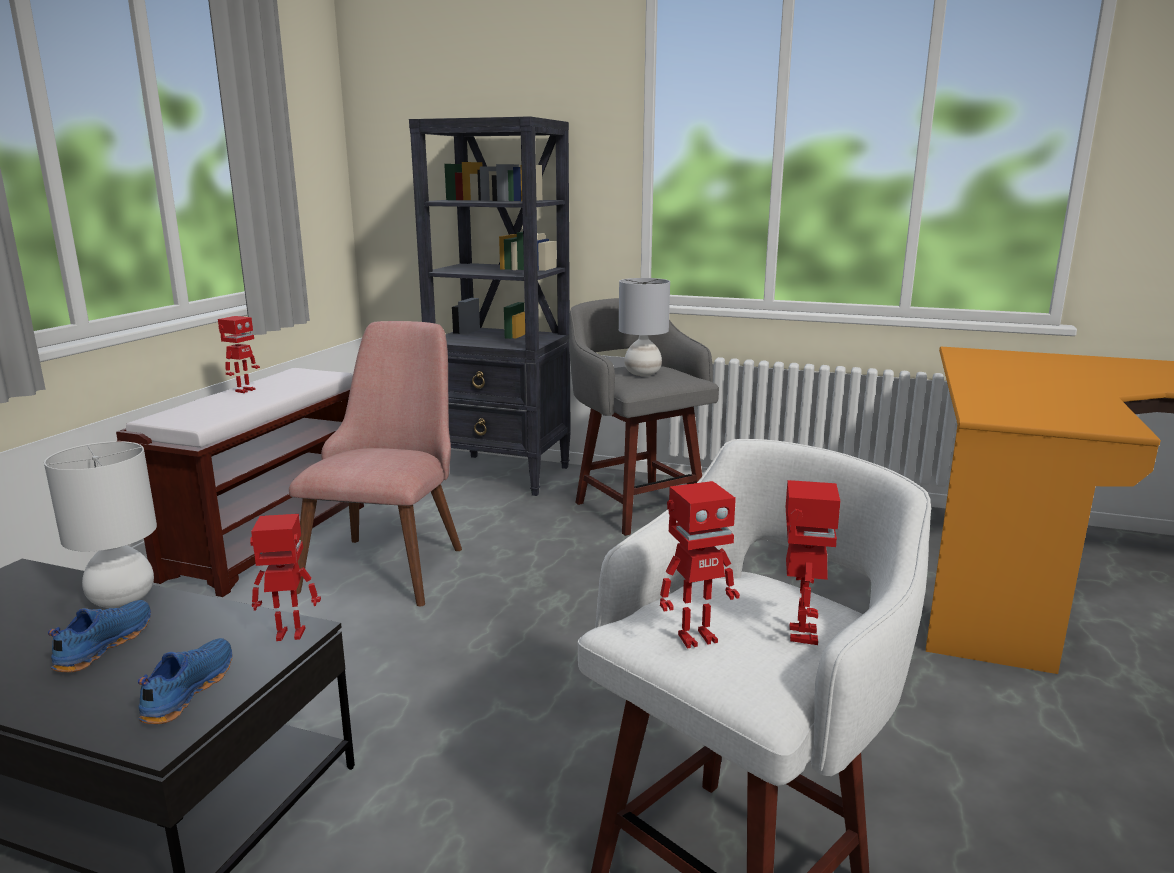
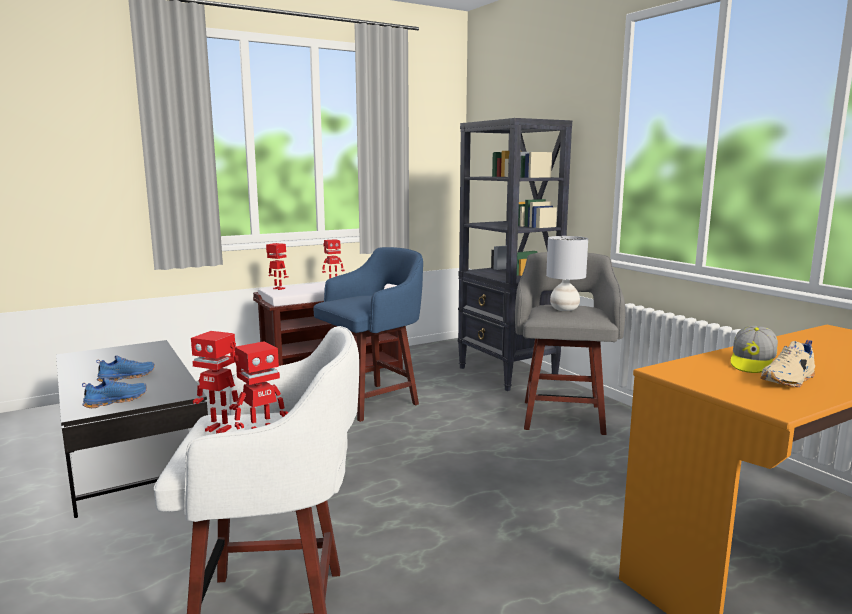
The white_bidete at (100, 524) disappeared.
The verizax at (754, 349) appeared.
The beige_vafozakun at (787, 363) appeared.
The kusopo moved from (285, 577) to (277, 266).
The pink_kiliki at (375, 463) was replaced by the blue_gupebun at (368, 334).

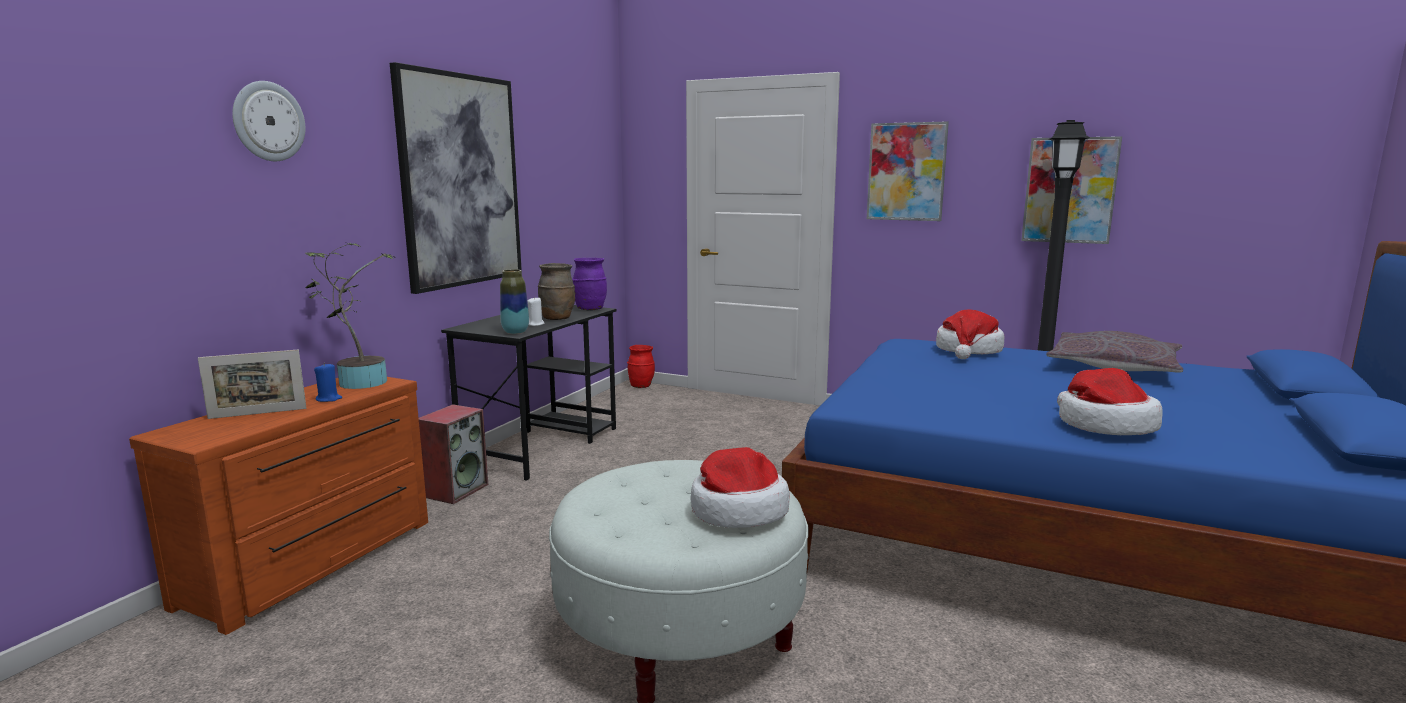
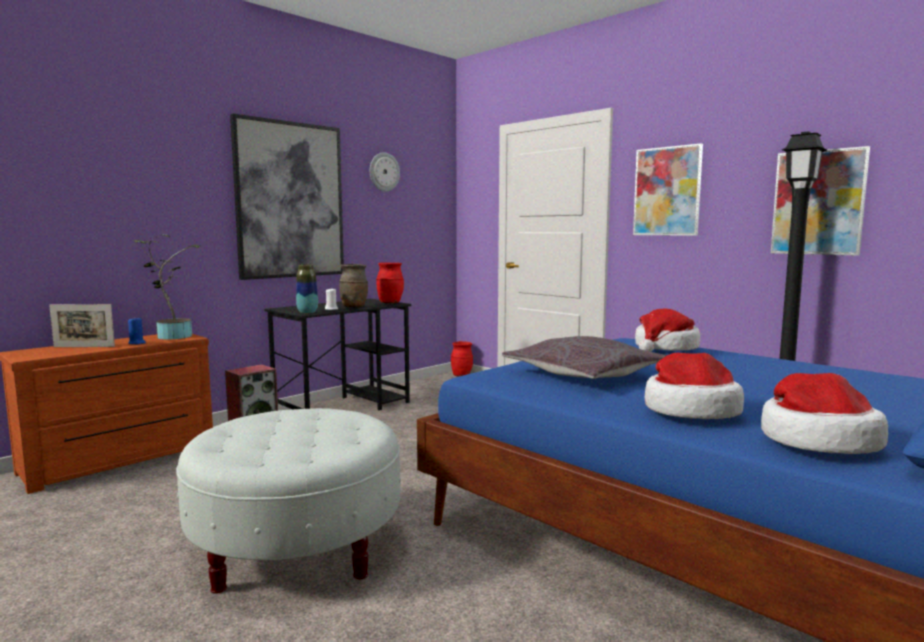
The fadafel moved from (269, 121) to (385, 172).
The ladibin moved from (740, 487) to (824, 413).
The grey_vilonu moved from (1114, 352) to (584, 357).
The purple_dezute at (589, 284) became the red_dezute at (390, 283).

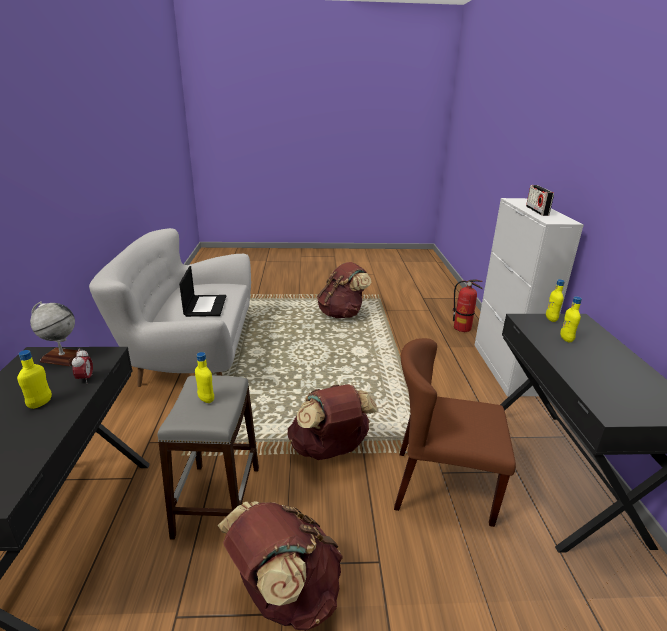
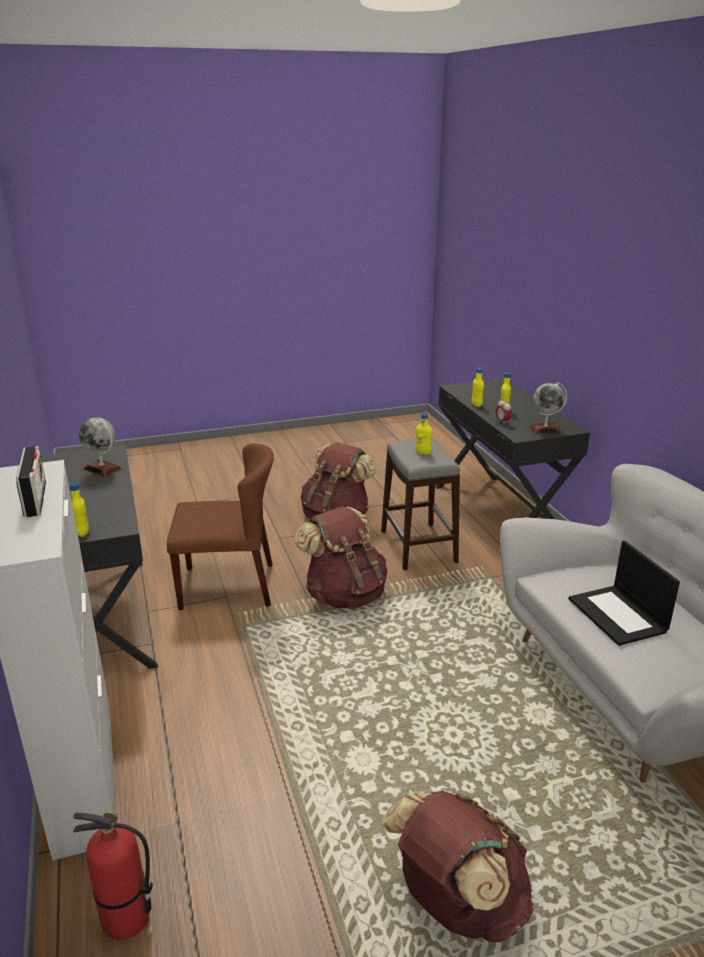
The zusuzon at (100, 447) appeared.
The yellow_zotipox moved from (571, 320) to (477, 387).

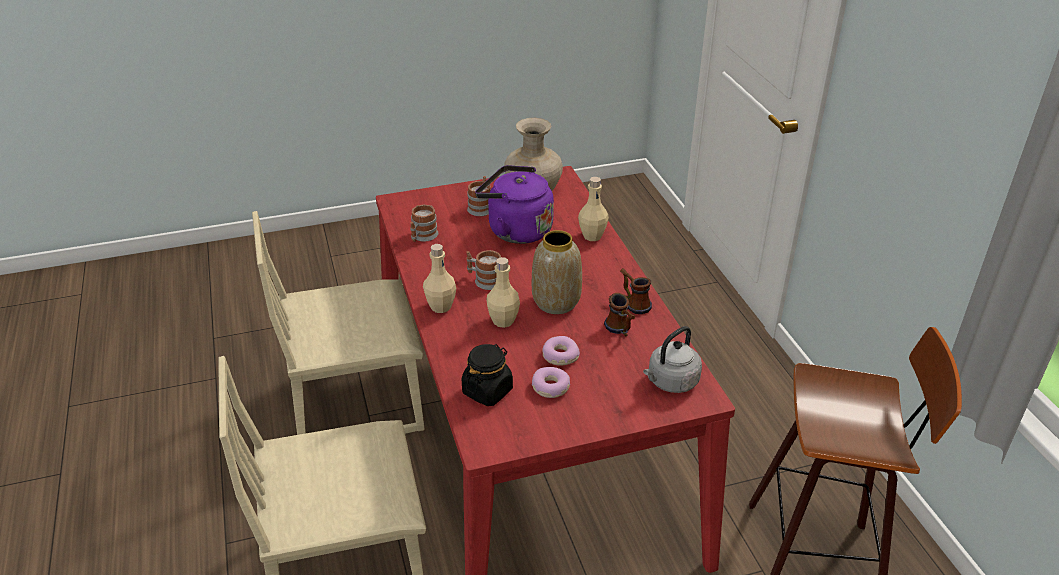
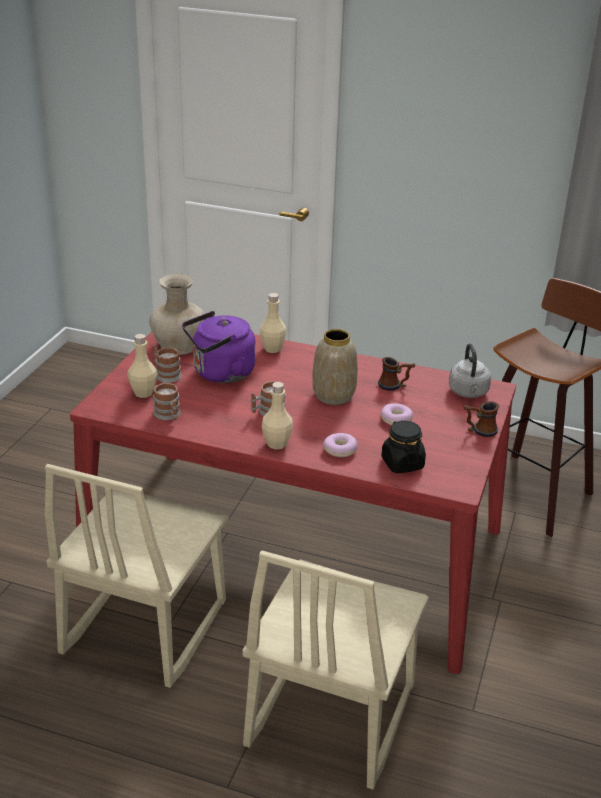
The beige_zotipox moved from (503, 292) to (142, 366).
The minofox moved from (551, 382) to (341, 445).
The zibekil moved from (636, 291) to (481, 419).

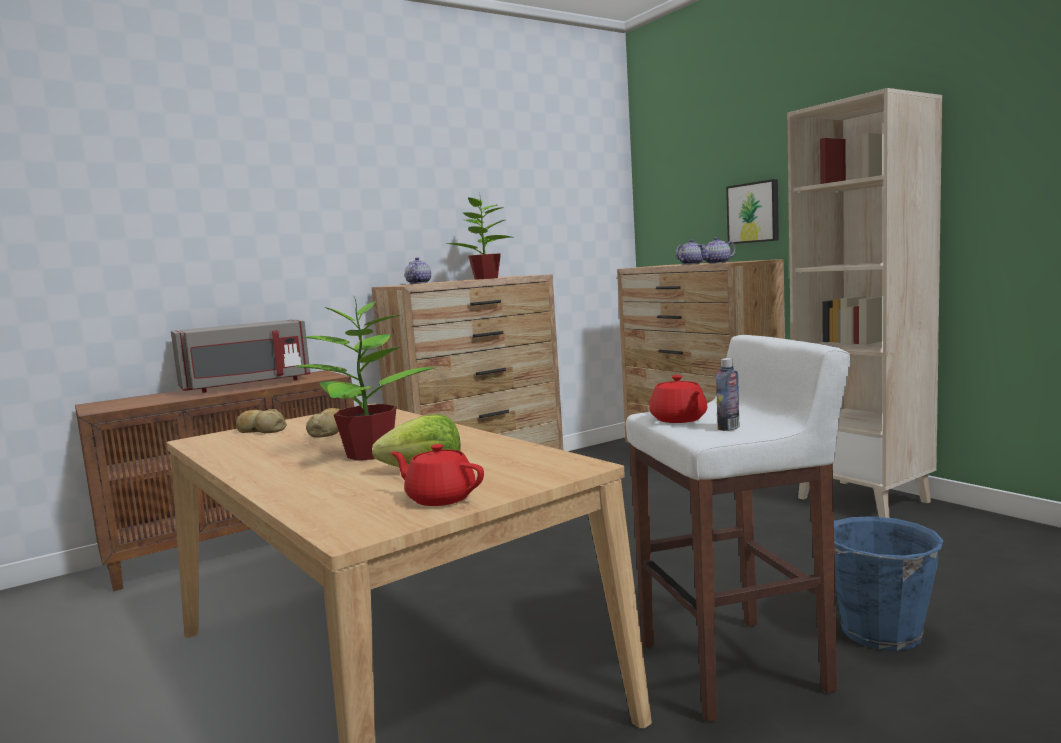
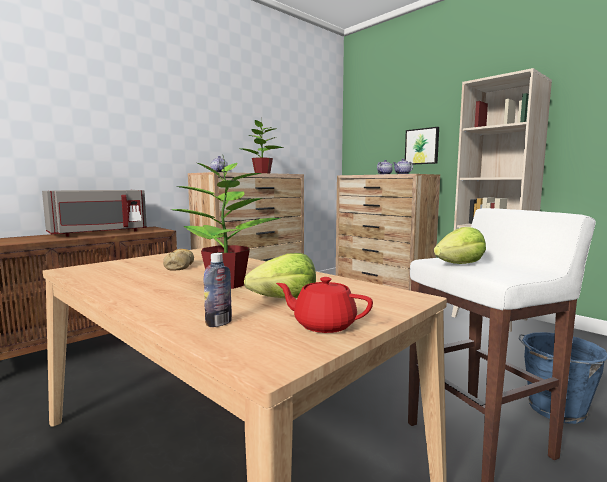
The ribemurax at (261, 421) disappeared.
The zotipox moved from (728, 394) to (218, 290).
The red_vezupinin at (678, 399) was replaced by the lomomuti at (460, 245).

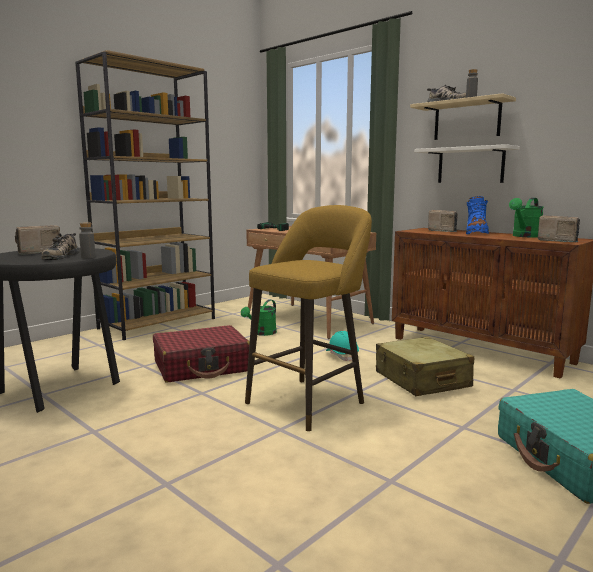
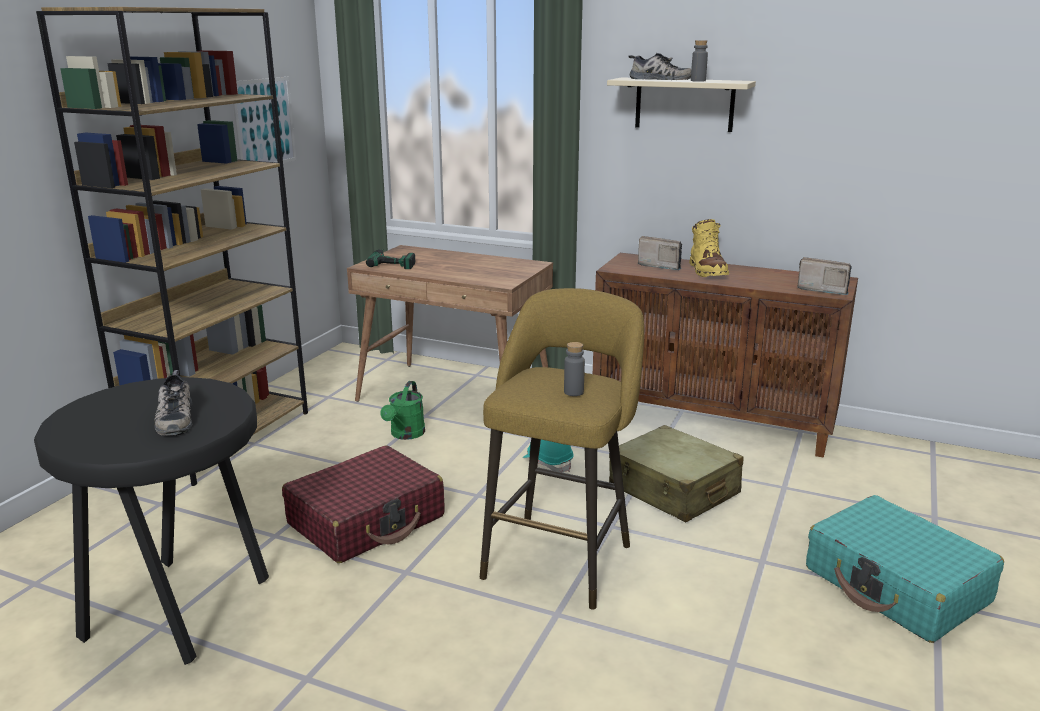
The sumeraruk at (37, 240) disappeared.
The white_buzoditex at (467, 163) disappeared.
The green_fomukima at (526, 217) disappeared.
The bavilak at (264, 120) appeared.
The grey_zotipox moved from (87, 240) to (574, 369).
The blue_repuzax at (477, 215) became the yellow_repuzax at (709, 248).

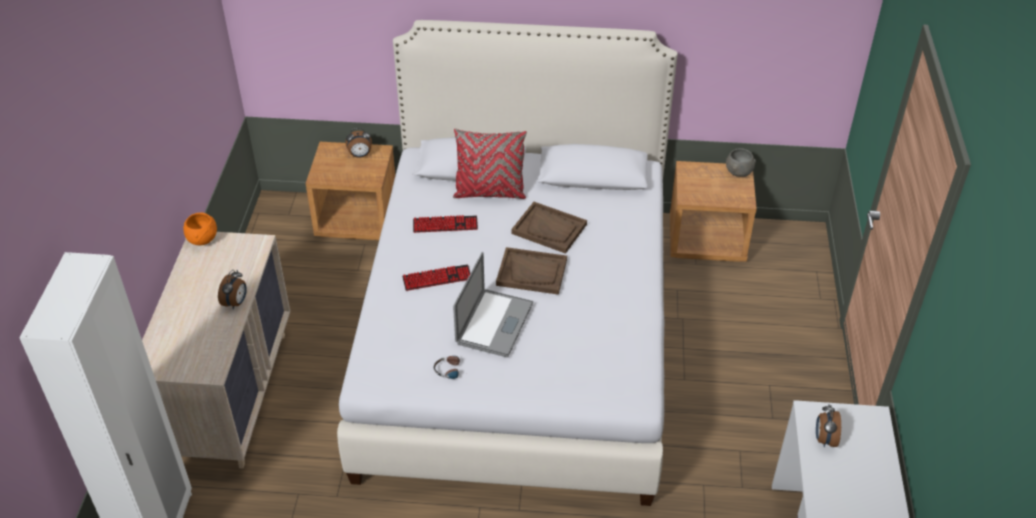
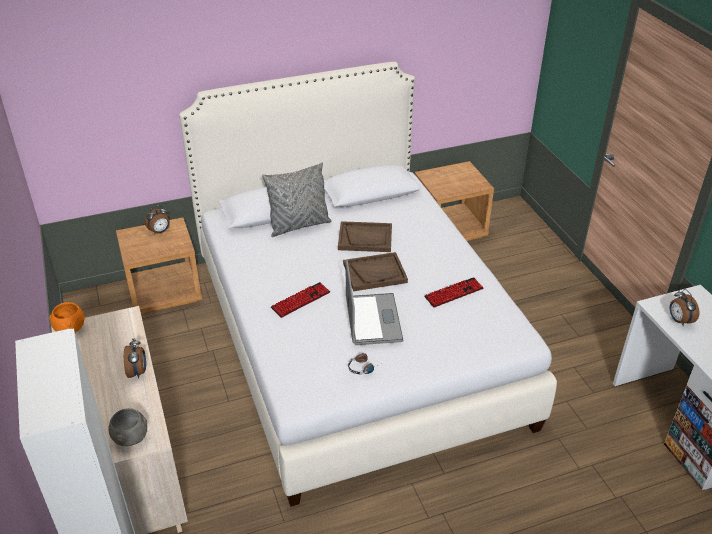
The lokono moved from (445, 224) to (453, 292).
The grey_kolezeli moved from (741, 162) to (127, 427).
The red_vilonu at (490, 163) became the grey_vilonu at (296, 200).

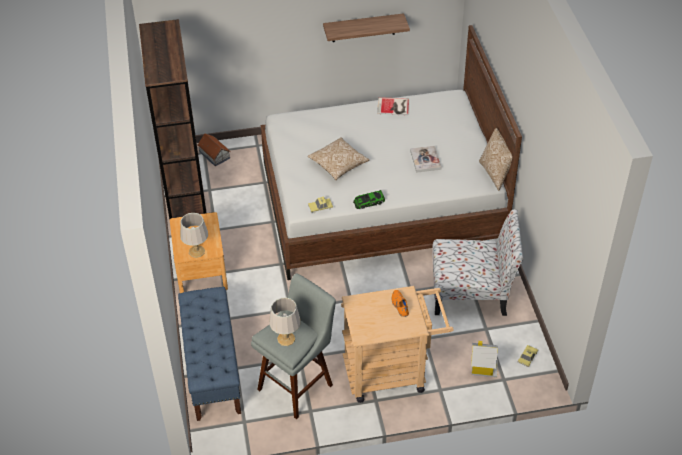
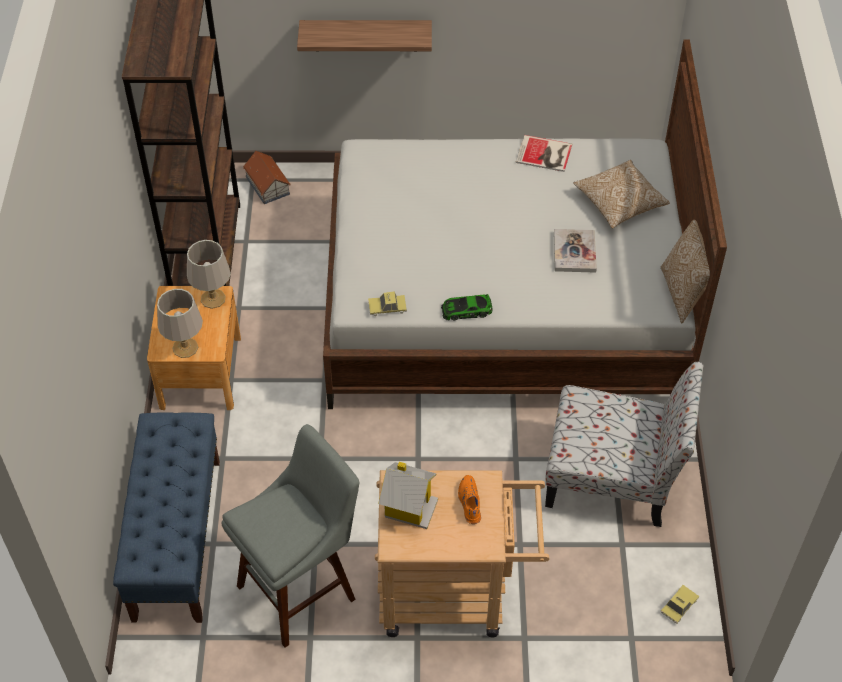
The grey_bidete moved from (285, 321) to (209, 274).
The vilonu moved from (338, 158) to (621, 194).
The buzoditex moved from (366, 27) to (364, 36).
The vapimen moved from (484, 359) to (408, 495).

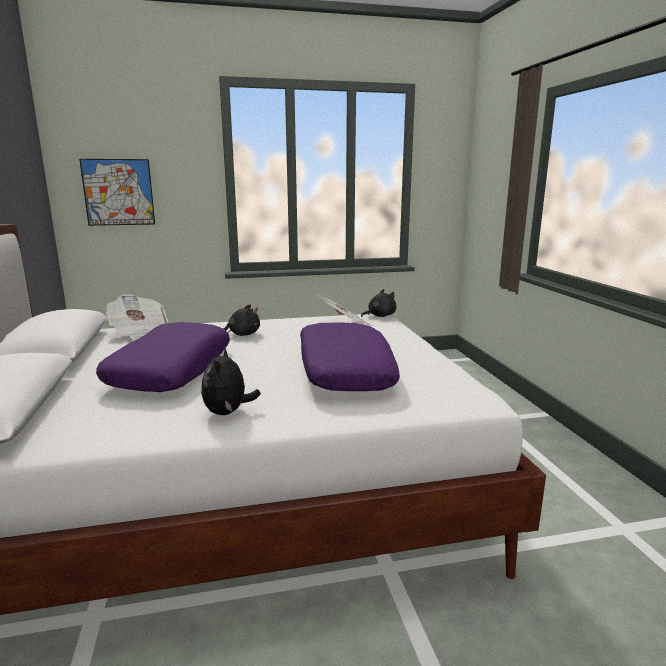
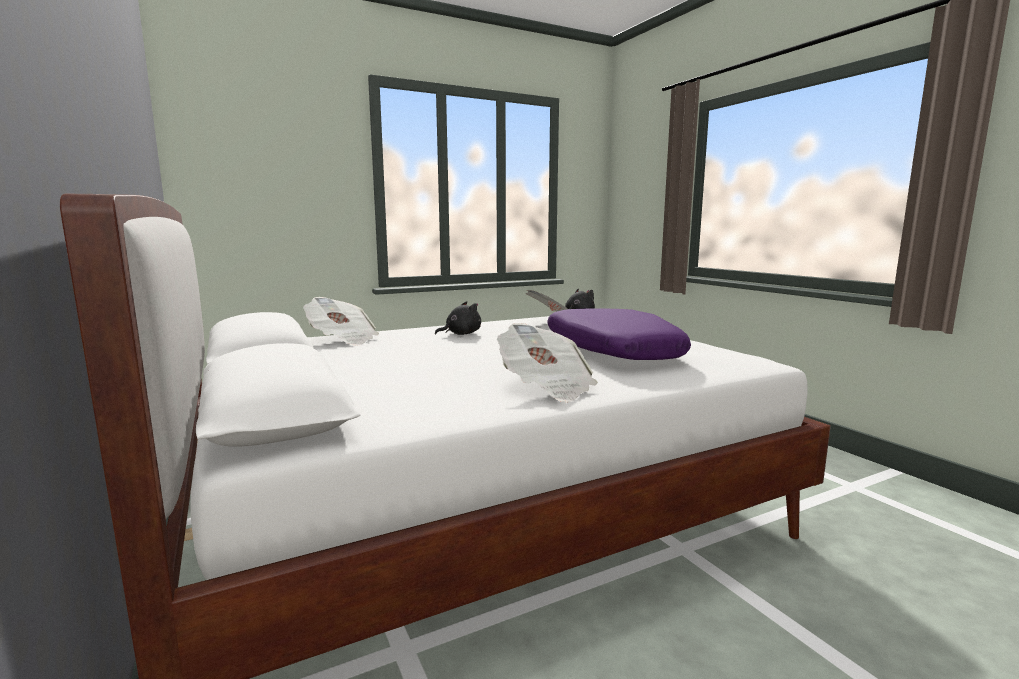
The bavilak at (117, 192) disappeared.
The purple_vilonu at (163, 357) disappeared.
The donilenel at (231, 381) was replaced by the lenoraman at (547, 363).

